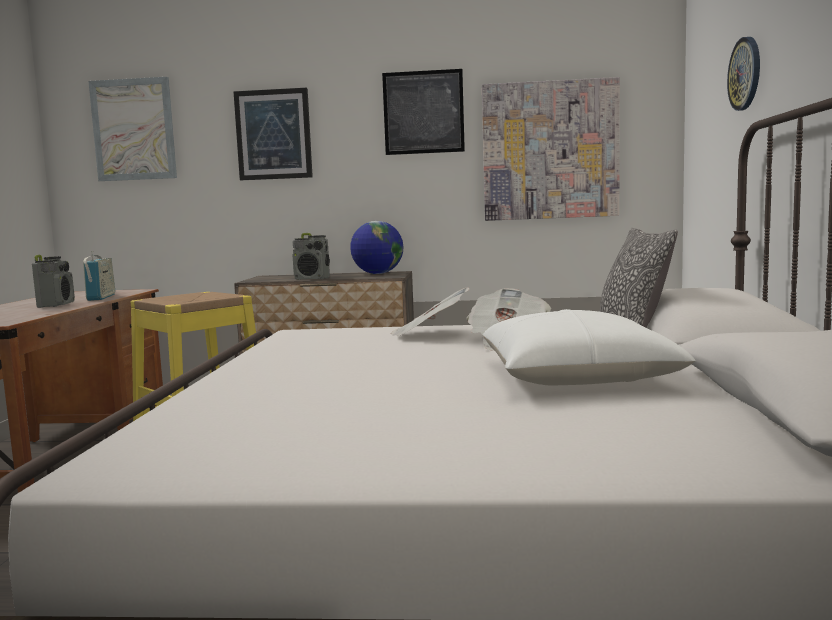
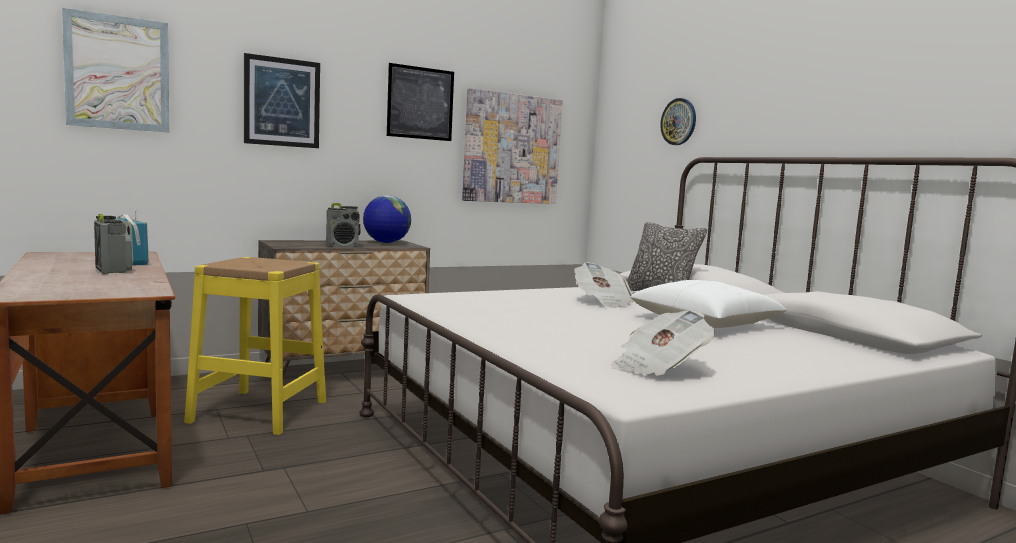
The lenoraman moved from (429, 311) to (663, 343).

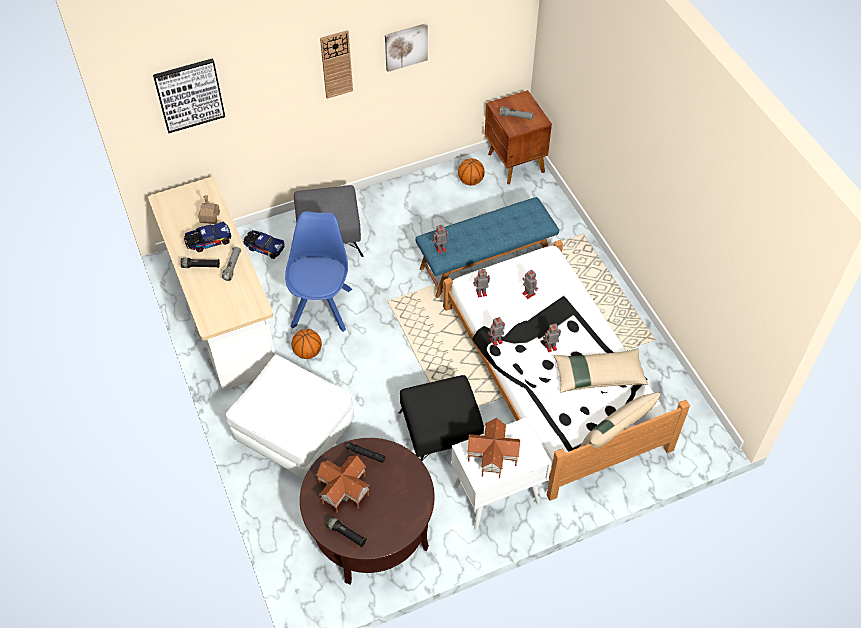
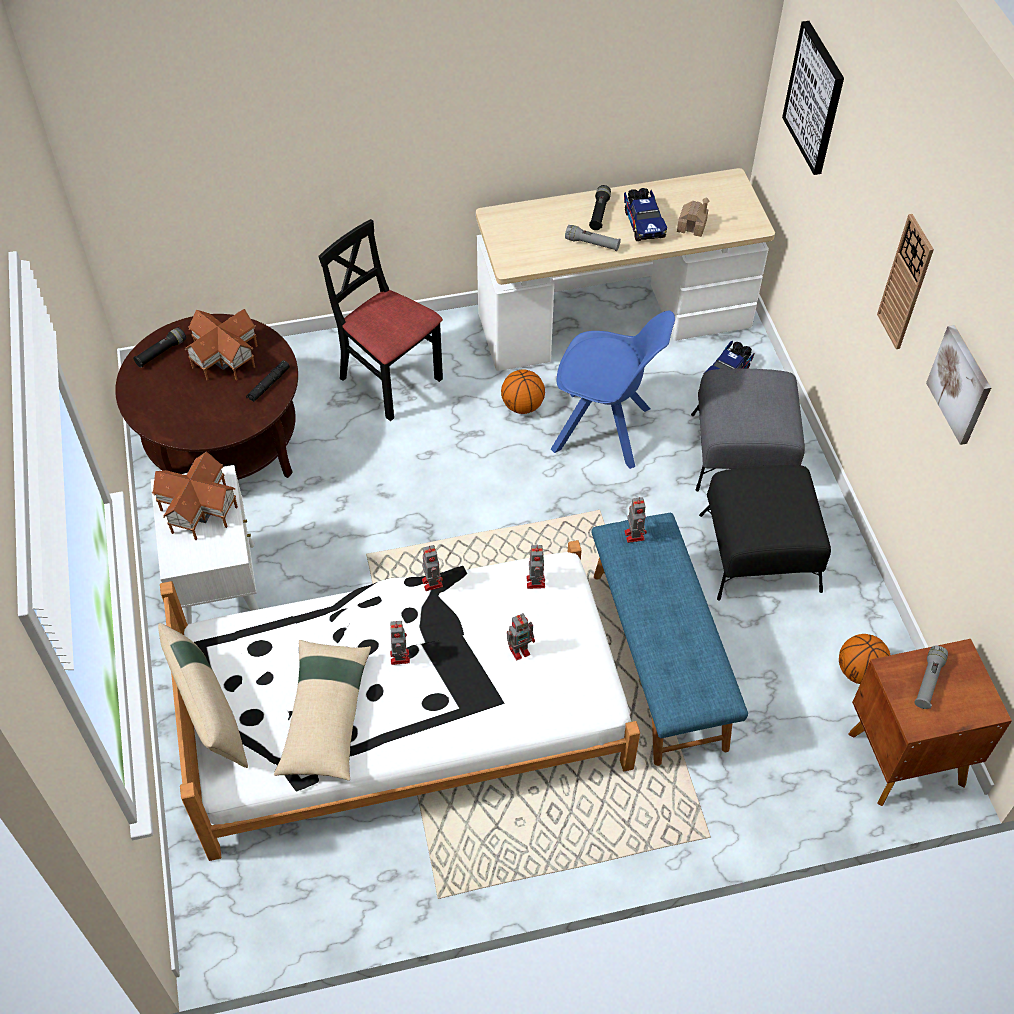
The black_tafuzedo moved from (441, 418) to (765, 533).
The white_tafuzedo at (290, 417) was replaced by the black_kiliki at (380, 320).

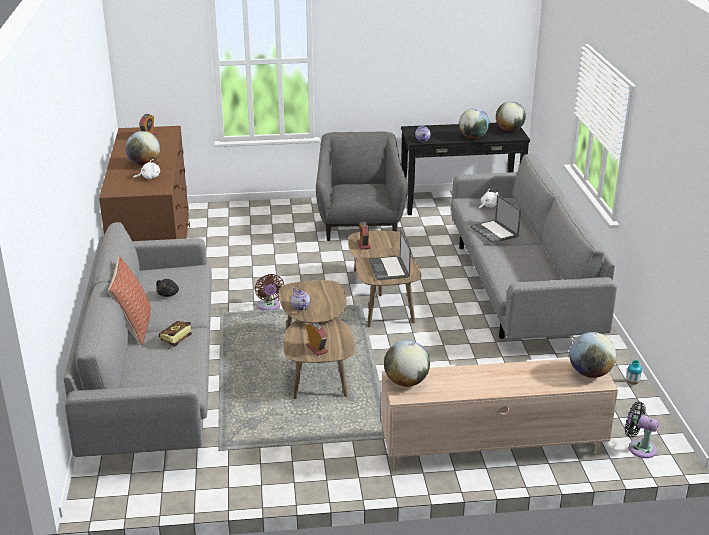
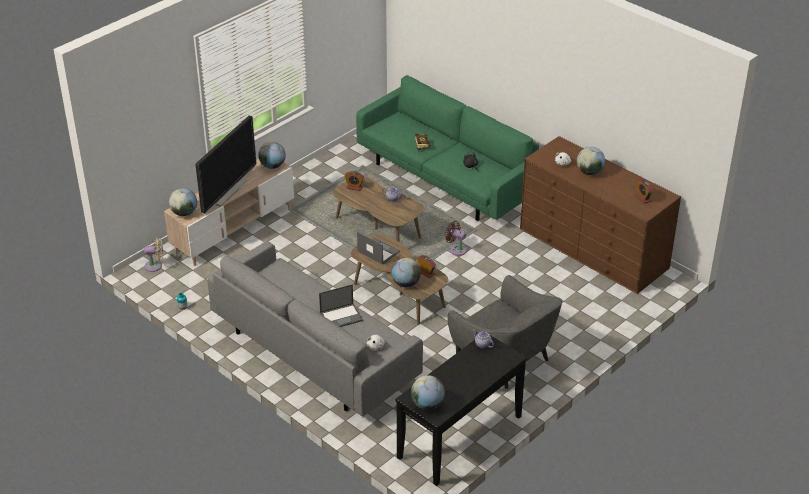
The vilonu at (129, 300) disappeared.
The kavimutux at (225, 164) appeared.
The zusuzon moved from (474, 123) to (406, 272).
The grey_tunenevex at (138, 339) became the green_tunenevex at (447, 148).
The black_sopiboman at (642, 430) became the beige_sopiboman at (153, 255).
The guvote at (495, 219) turned 135 degrees clockwise.

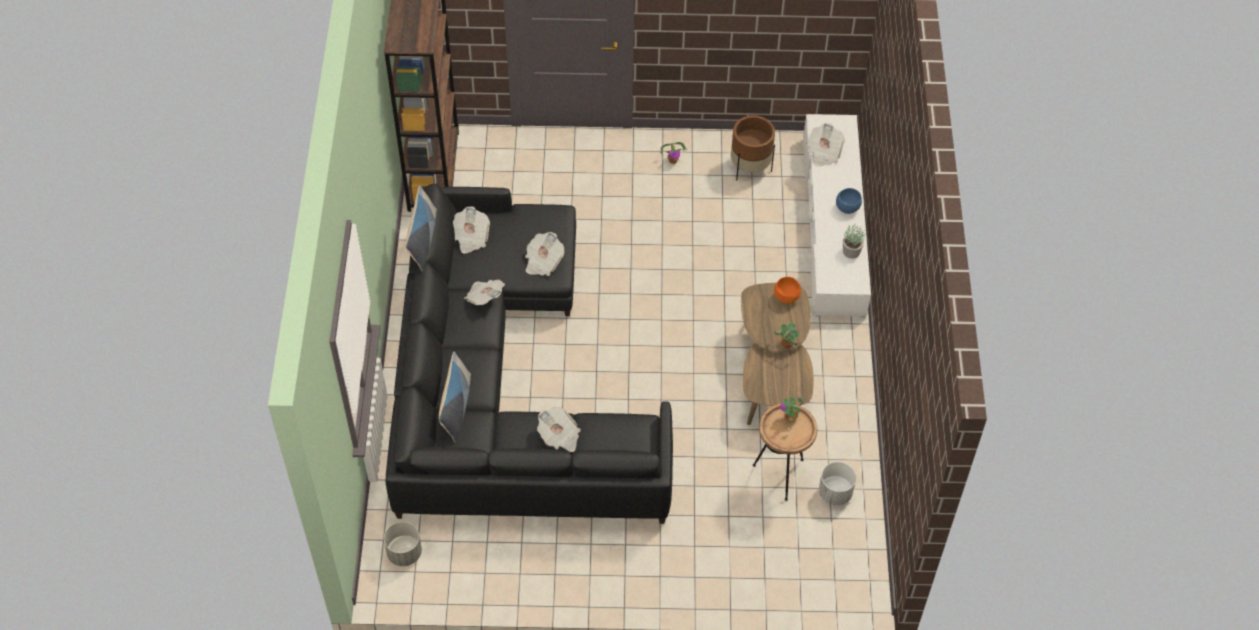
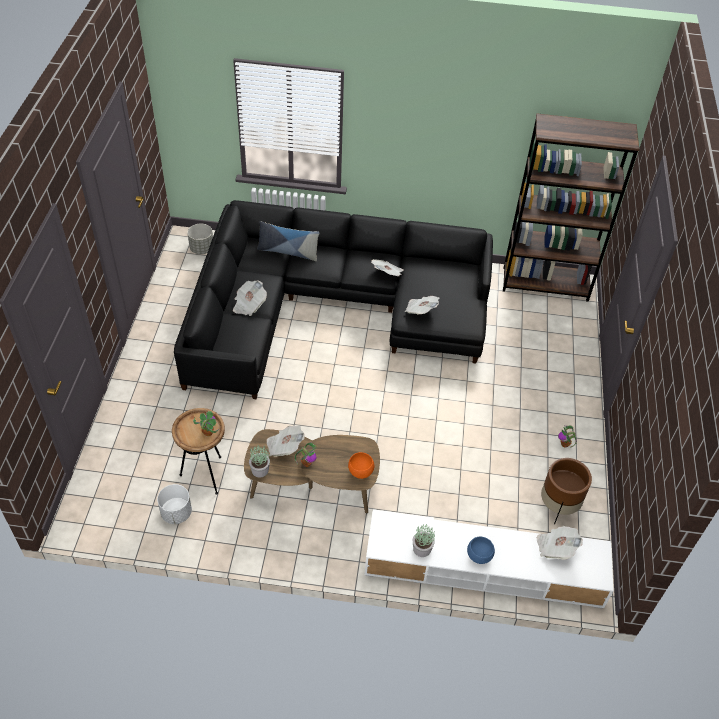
The vilonu at (421, 228) disappeared.
The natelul at (259, 461) appeared.
The lenoraman moved from (471, 230) to (285, 441).

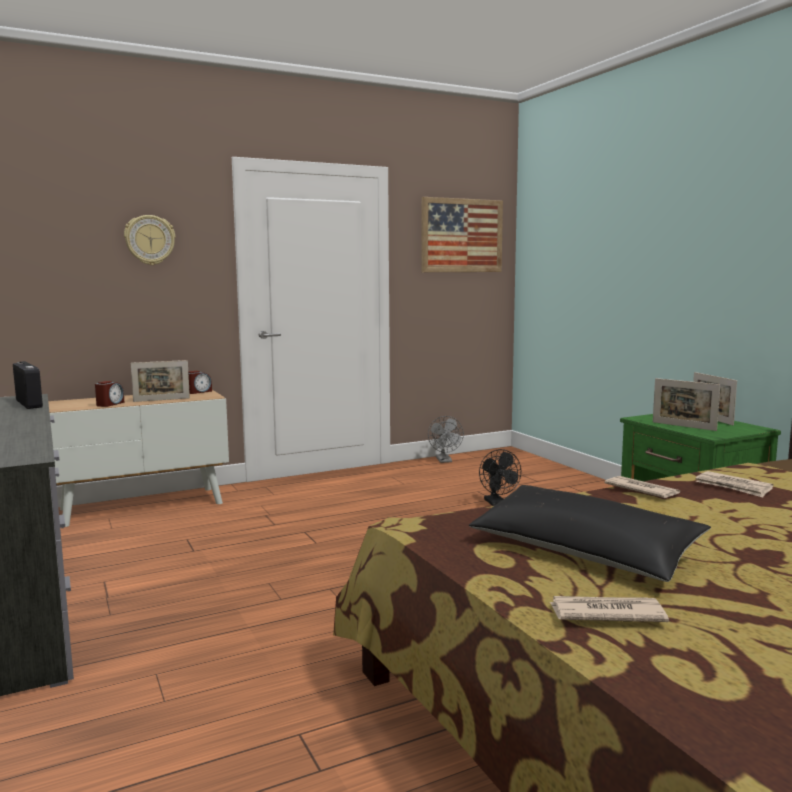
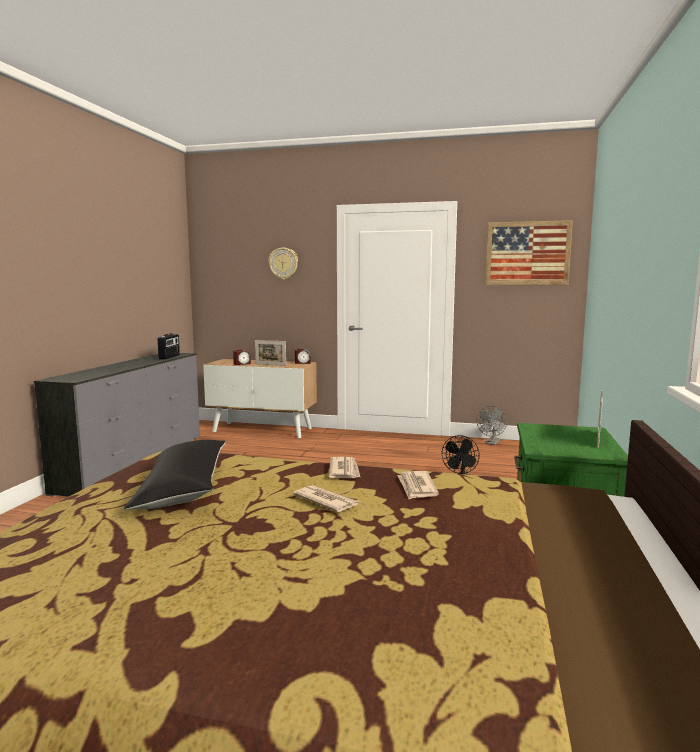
The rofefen at (686, 404) disappeared.
The lenoraman moved from (609, 609) to (326, 498).

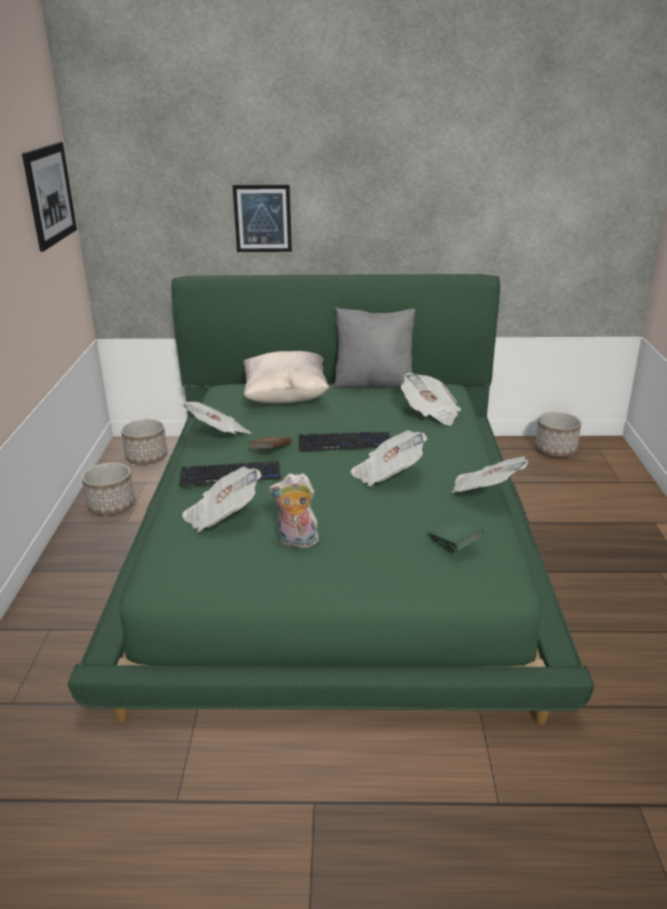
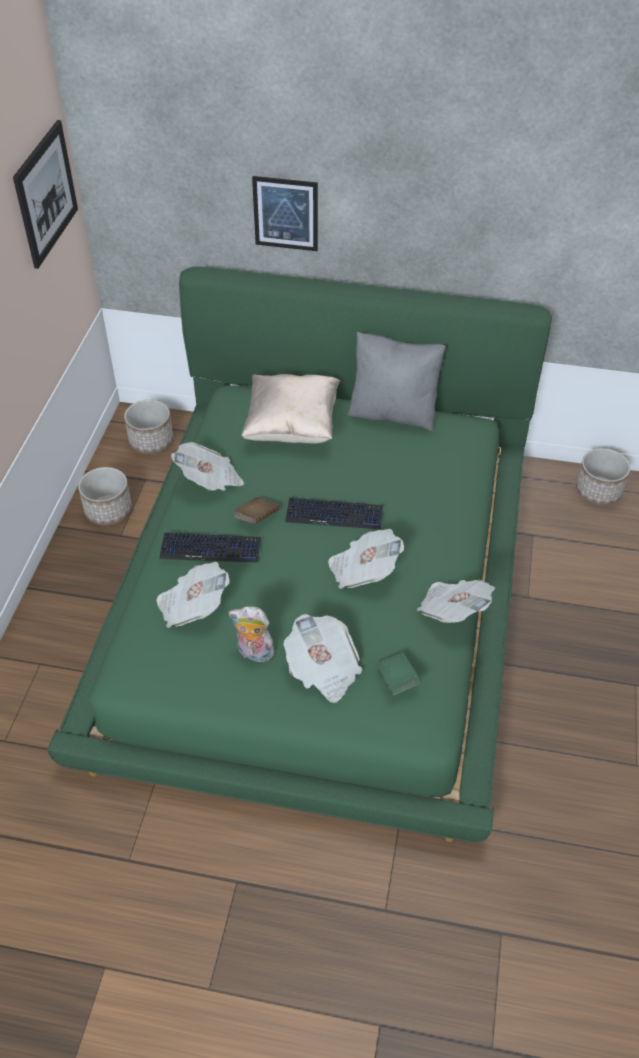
The lenoraman moved from (431, 399) to (323, 658).

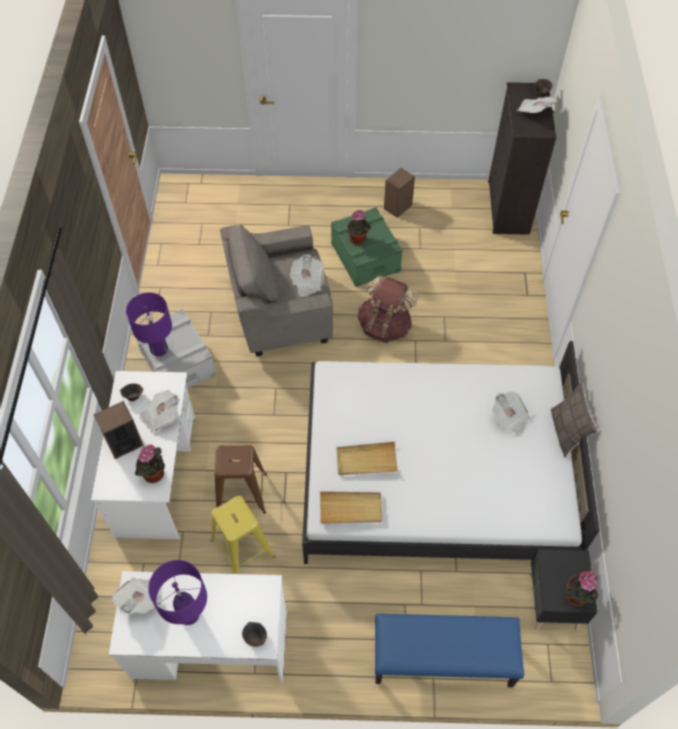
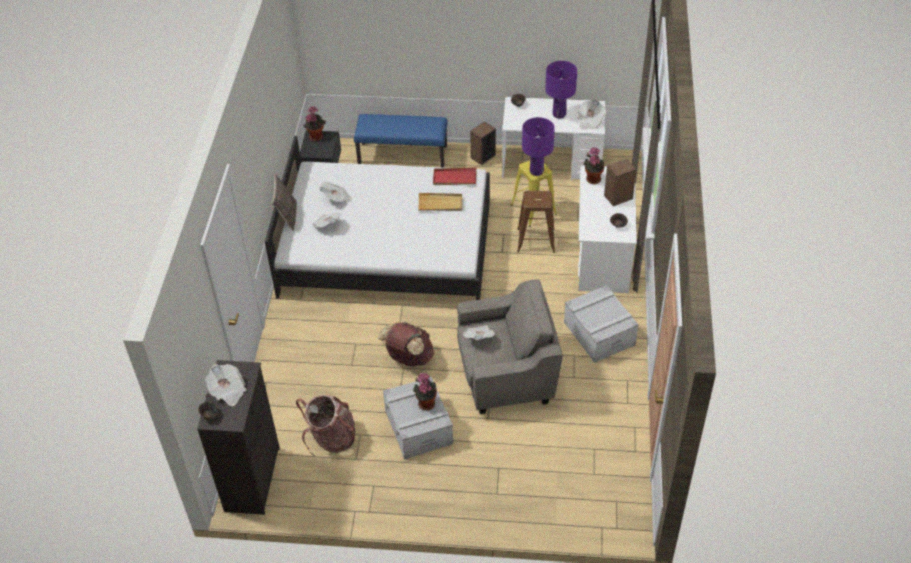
The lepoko at (325, 425) appeared.
The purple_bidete moved from (149, 324) to (538, 146).
The lenoraman moved from (160, 411) to (335, 192).
The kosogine moved from (399, 193) to (483, 143).
The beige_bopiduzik at (351, 507) became the red_bopiduzik at (455, 176).
The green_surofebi at (367, 247) became the grey_surofebi at (418, 418).

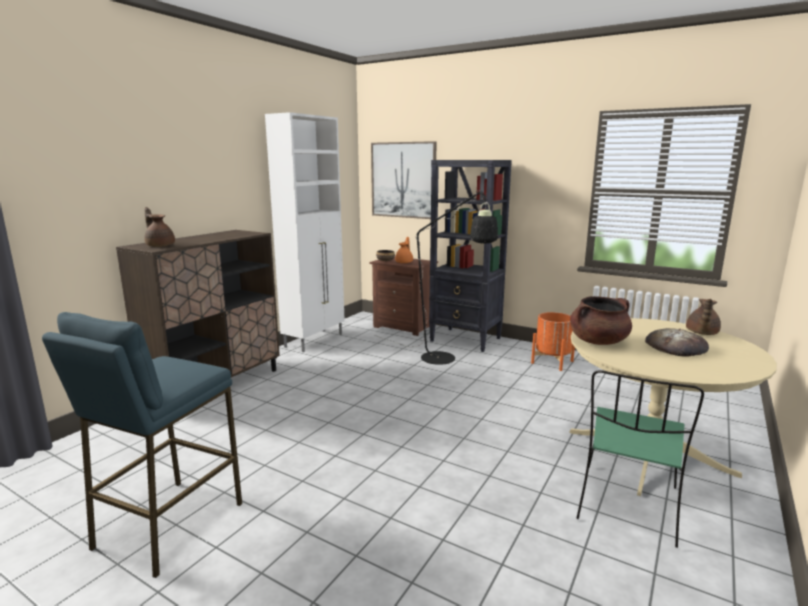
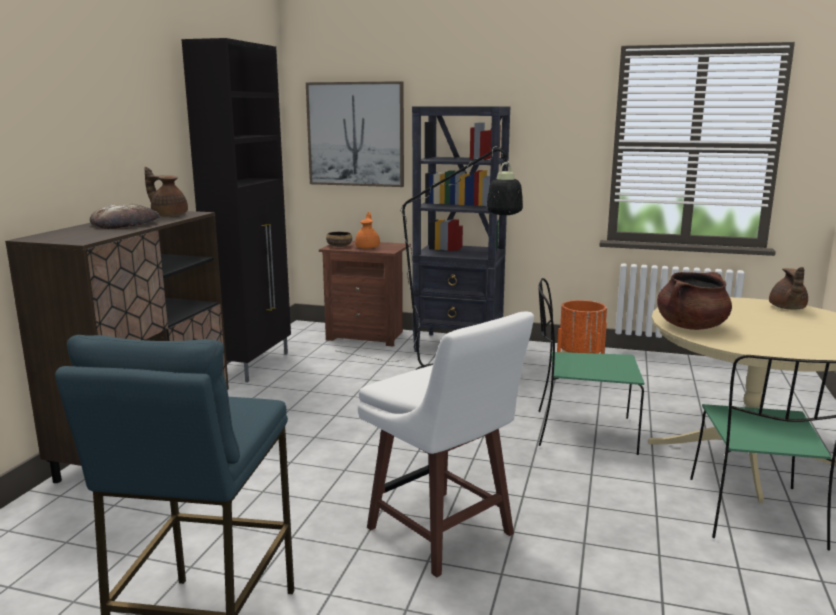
The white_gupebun at (446, 445) appeared.
The green_kiliki at (591, 366) appeared.
The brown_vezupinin moved from (159, 227) to (166, 192).
The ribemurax moved from (677, 342) to (125, 216).
The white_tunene at (305, 232) became the black_tunene at (236, 210).

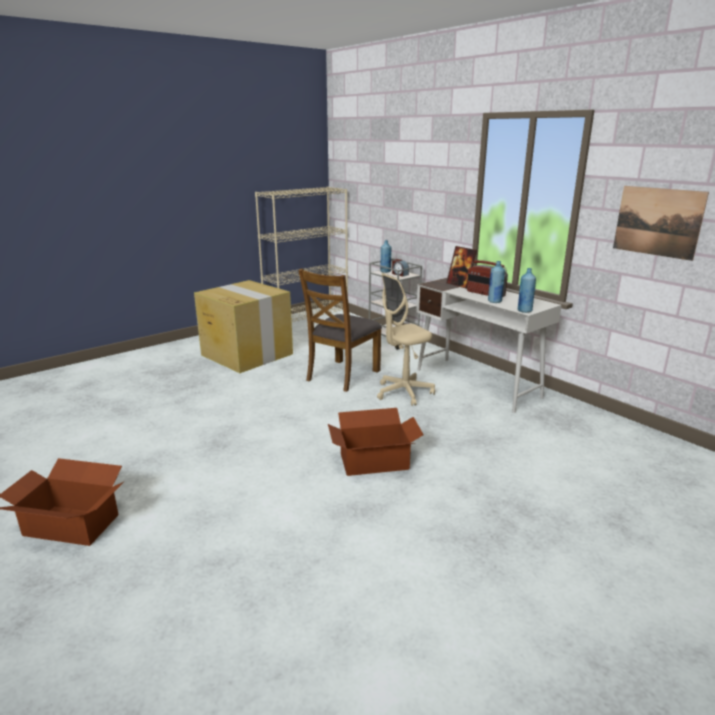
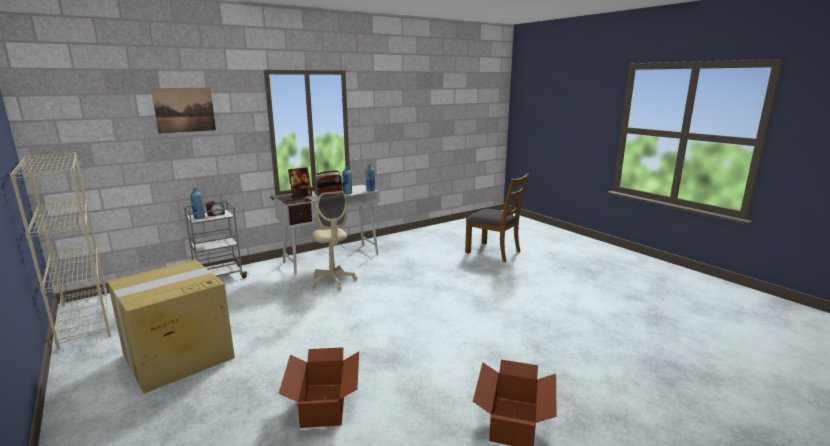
The brown_kiliki moved from (340, 330) to (497, 217).
The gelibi moved from (376, 442) to (318, 387).
The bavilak moved from (661, 223) to (183, 111).

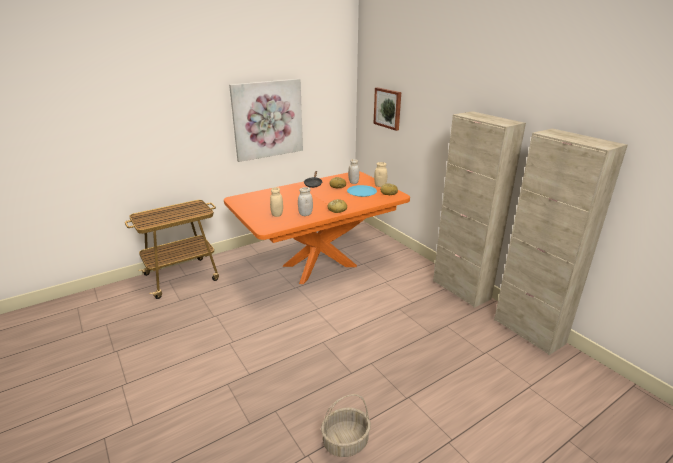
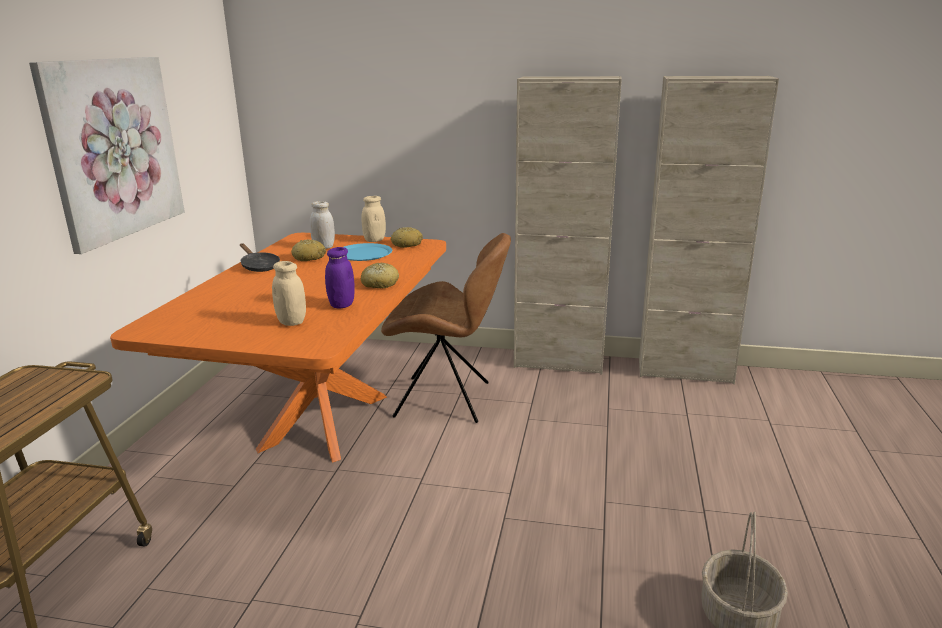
The bavilak at (387, 109) disappeared.
The brown_kiliki at (446, 328) appeared.
The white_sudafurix at (305, 201) became the purple_sudafurix at (340, 278).

